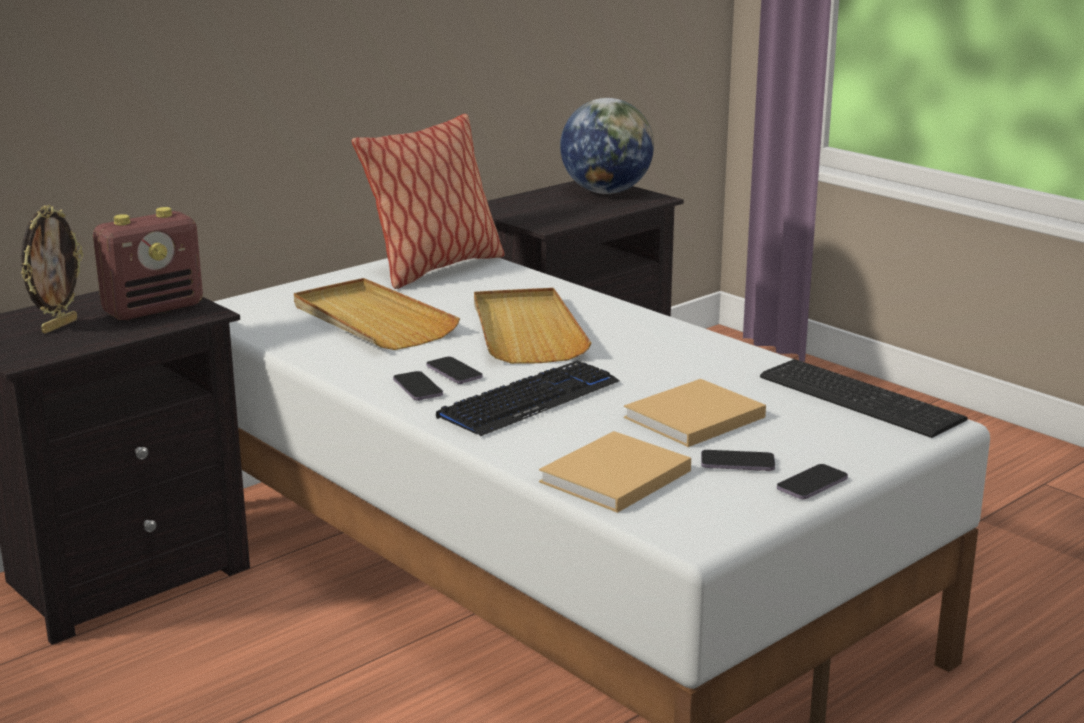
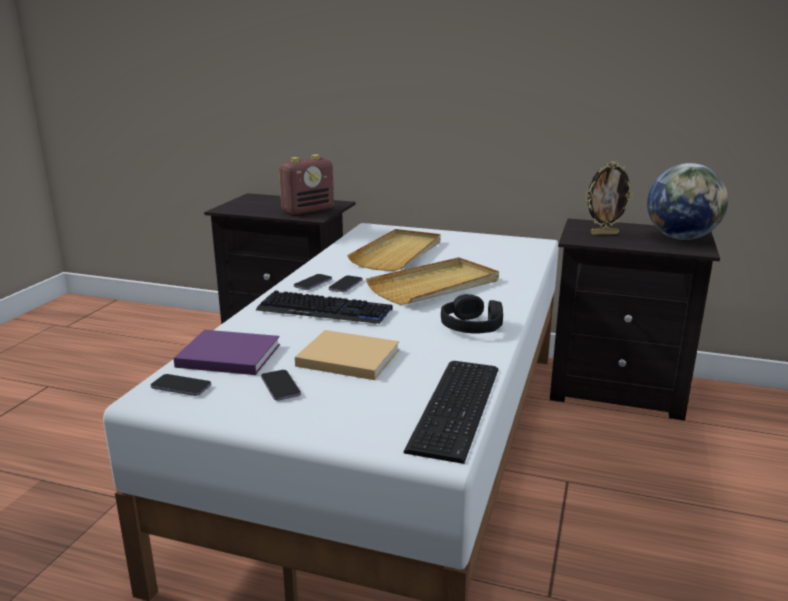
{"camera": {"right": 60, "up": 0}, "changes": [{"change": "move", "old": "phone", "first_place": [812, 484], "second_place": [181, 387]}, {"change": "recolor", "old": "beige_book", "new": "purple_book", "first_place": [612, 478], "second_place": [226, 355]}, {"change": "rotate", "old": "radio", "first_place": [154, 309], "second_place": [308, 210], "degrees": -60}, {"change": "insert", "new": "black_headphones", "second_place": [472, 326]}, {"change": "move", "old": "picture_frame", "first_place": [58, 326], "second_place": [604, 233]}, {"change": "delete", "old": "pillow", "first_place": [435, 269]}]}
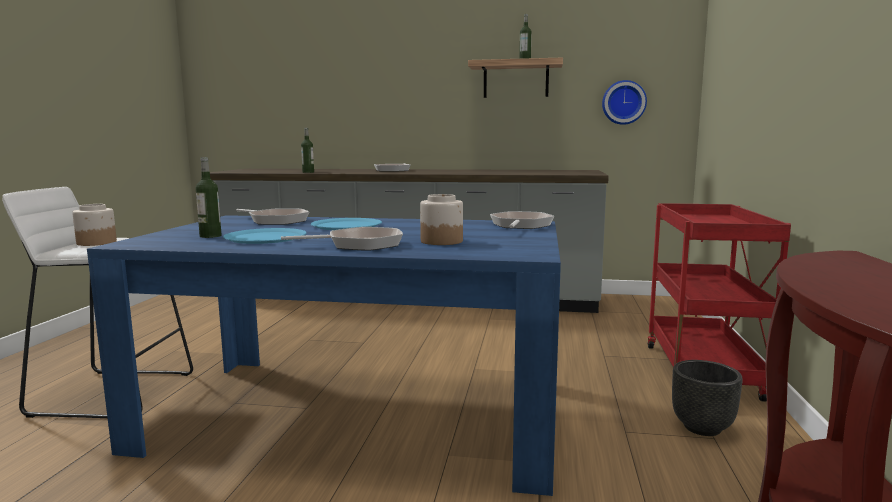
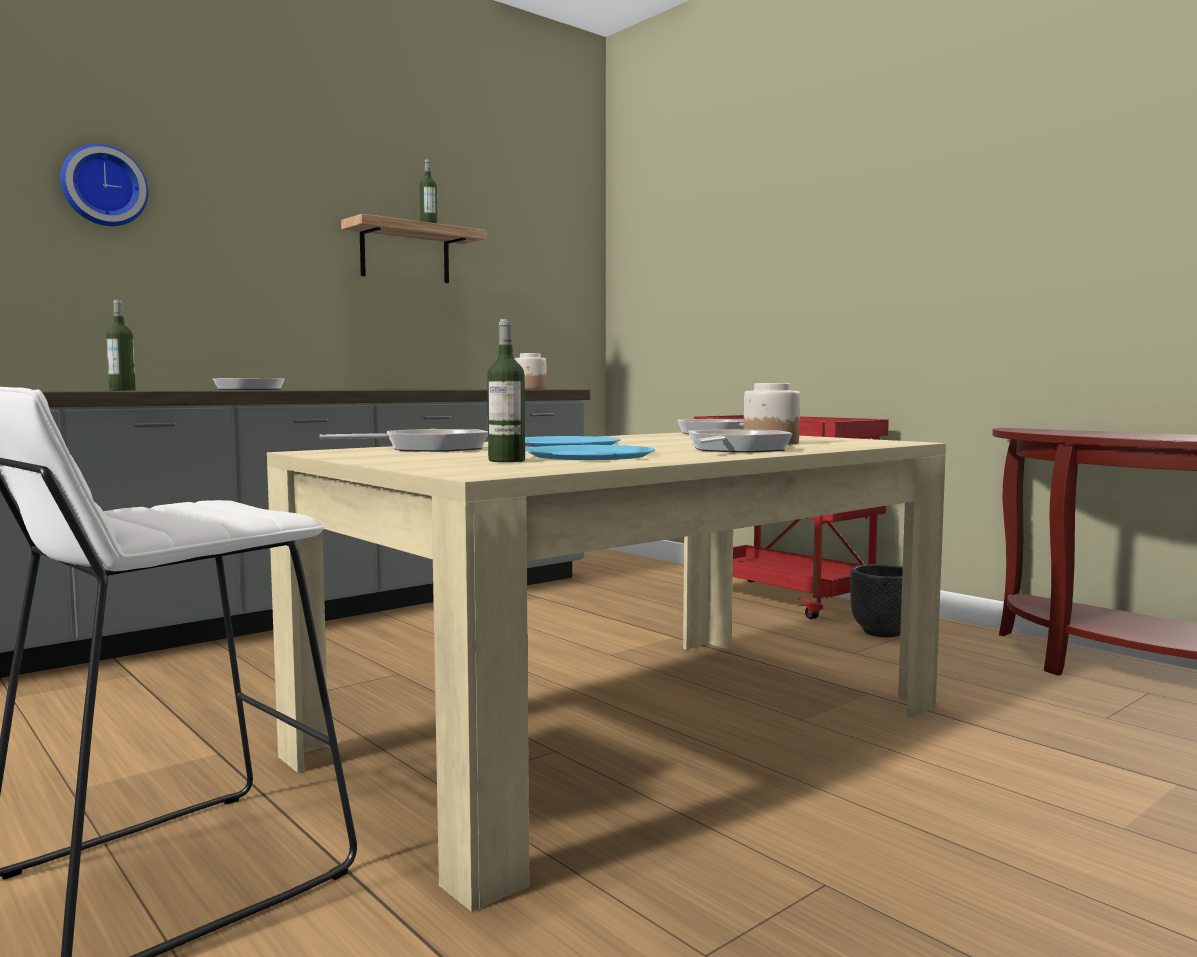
{"camera": {"right": -50, "up": -5}, "changes": [{"change": "move", "old": "wall_clock", "first_place": [623, 102], "second_place": [103, 186]}, {"change": "recolor", "old": "blue_dining_table", "new": "beige_dining_table", "first_place": [357, 414], "second_place": [630, 731]}, {"change": "move", "old": "jar", "first_place": [96, 243], "second_place": [530, 388]}]}
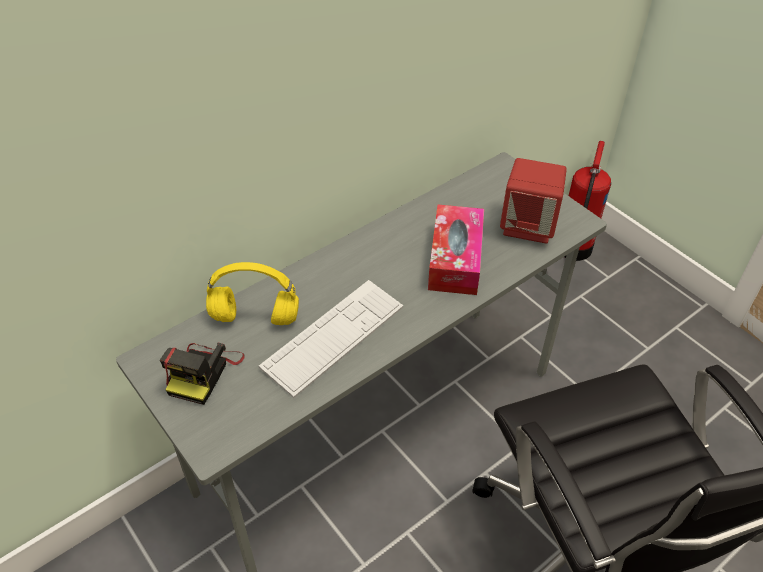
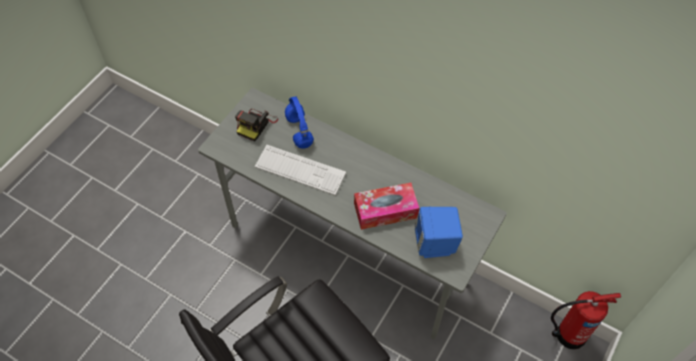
{"camera": {"right": 70, "up": 10}, "changes": [{"change": "rotate", "old": "photo_camera", "first_place": [204, 372], "second_place": [256, 125], "degrees": -60}, {"change": "recolor", "old": "yellow_headphones", "new": "blue_headphones", "first_place": [253, 318], "second_place": [298, 131]}, {"change": "recolor", "old": "red_speaker", "new": "blue_speaker", "first_place": [528, 226], "second_place": [435, 243]}]}
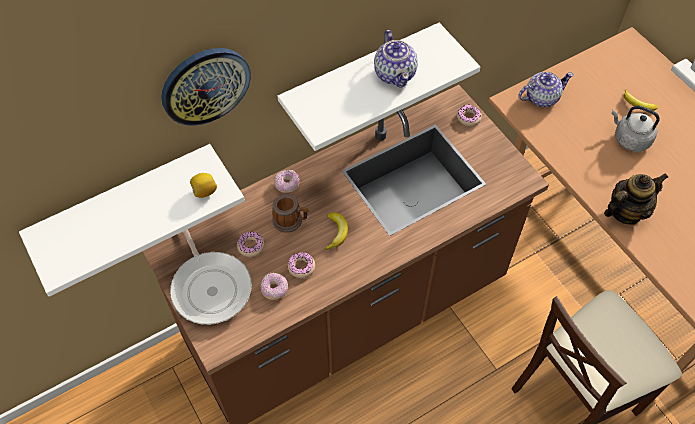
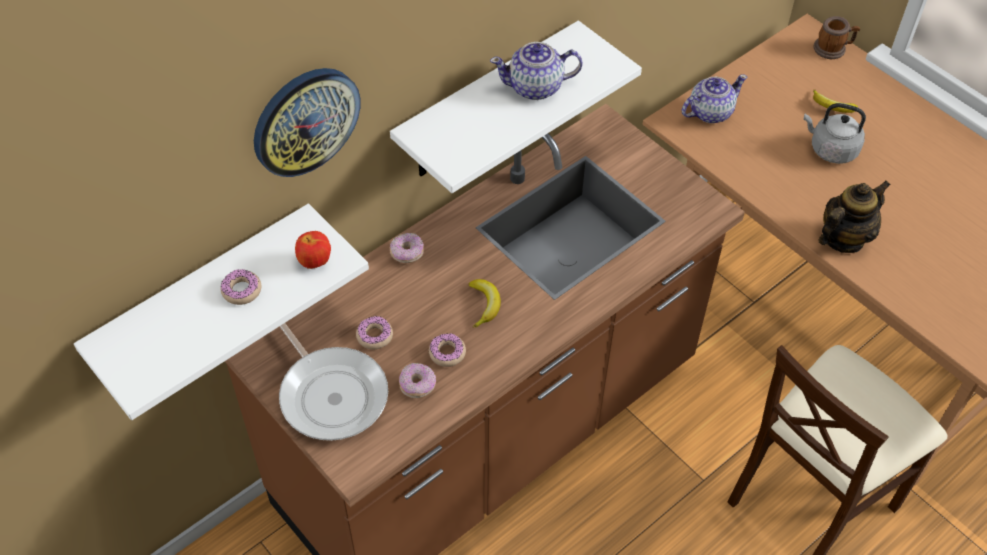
{"camera": {"right": -10, "up": -5}, "changes": [{"change": "move", "old": "donut", "first_place": [468, 118], "second_place": [241, 290]}, {"change": "replace", "old": "lemon", "new": "apple", "first_place": [204, 191], "second_place": [315, 262]}, {"change": "rotate", "old": "teapot", "first_place": [395, 73], "second_place": [536, 87], "degrees": 105}, {"change": "move", "old": "mug", "first_place": [291, 220], "second_place": [833, 49]}]}
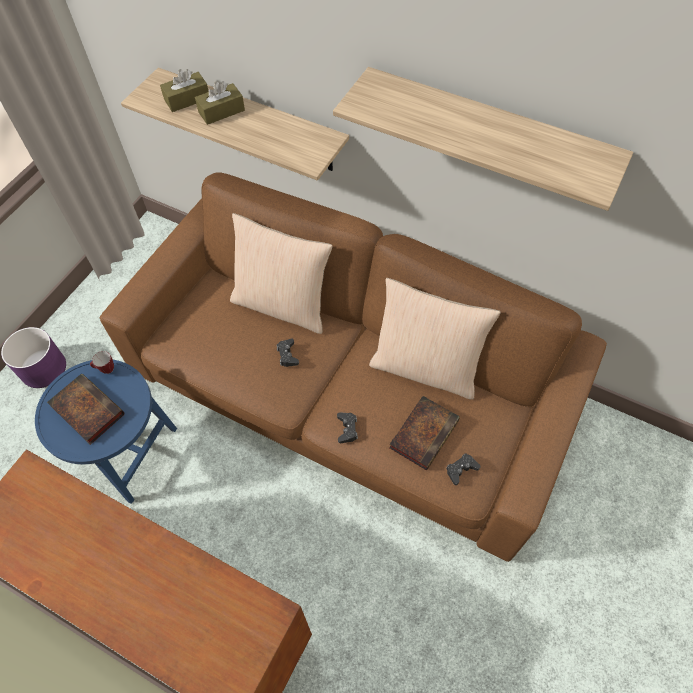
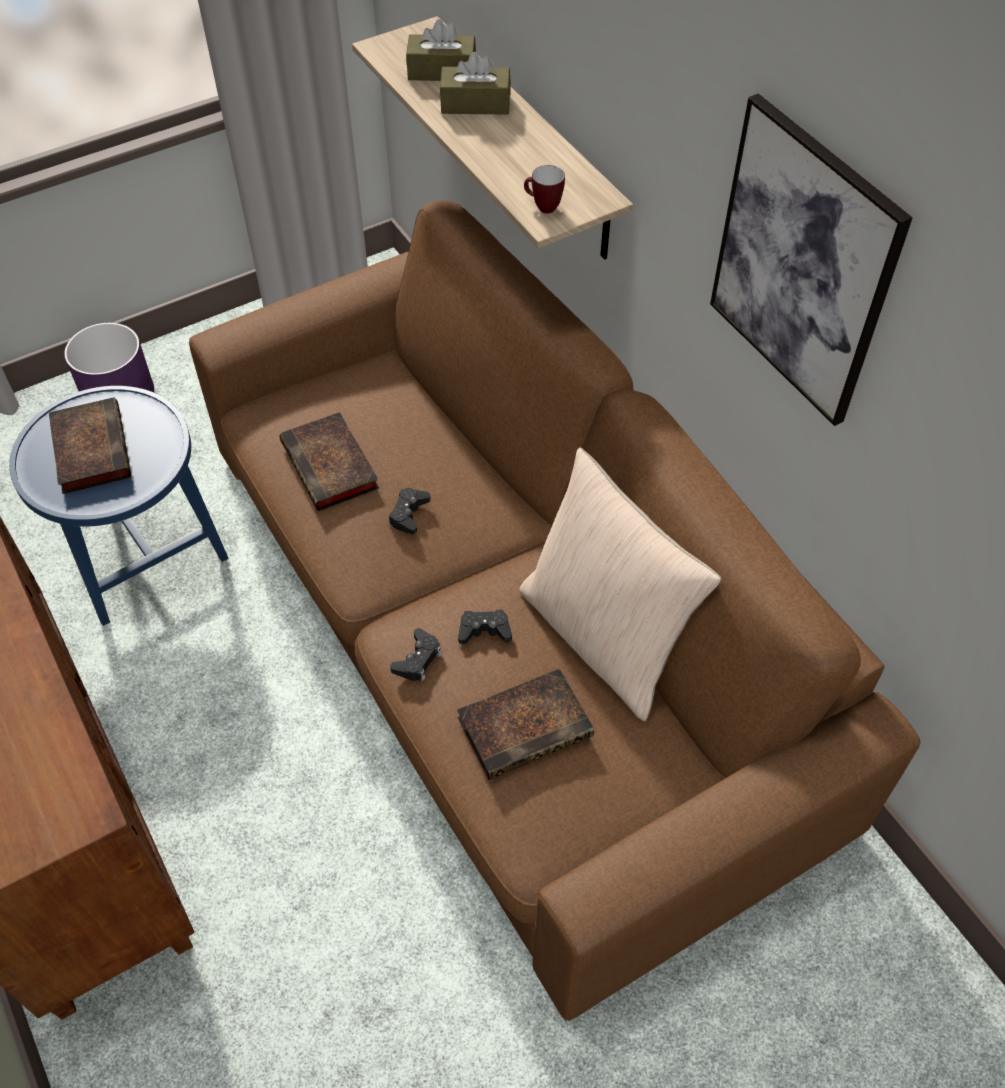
{"camera": {"right": 30, "up": -5}, "changes": [{"change": "insert", "new": "book", "second_place": [331, 467]}, {"change": "move", "old": "black_game_controller", "first_place": [461, 470], "second_place": [484, 630]}, {"change": "move", "old": "mug", "first_place": [105, 370], "second_place": [542, 207]}, {"change": "replace", "old": "shelf", "new": "picture", "first_place": [488, 133], "second_place": [803, 264]}, {"change": "delete", "old": "beige_pillow", "first_place": [282, 304]}]}
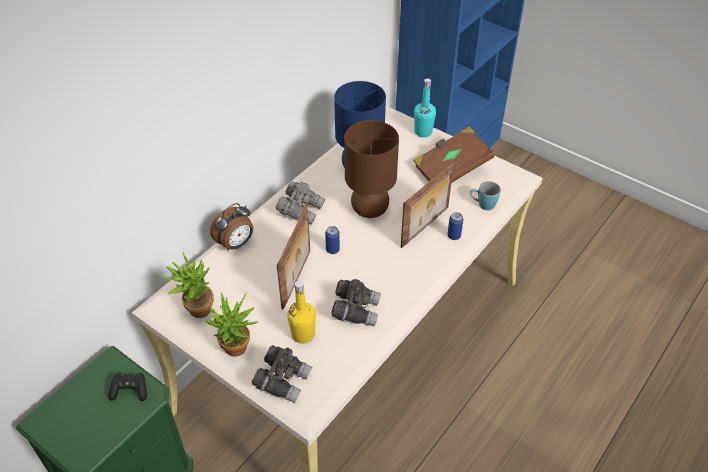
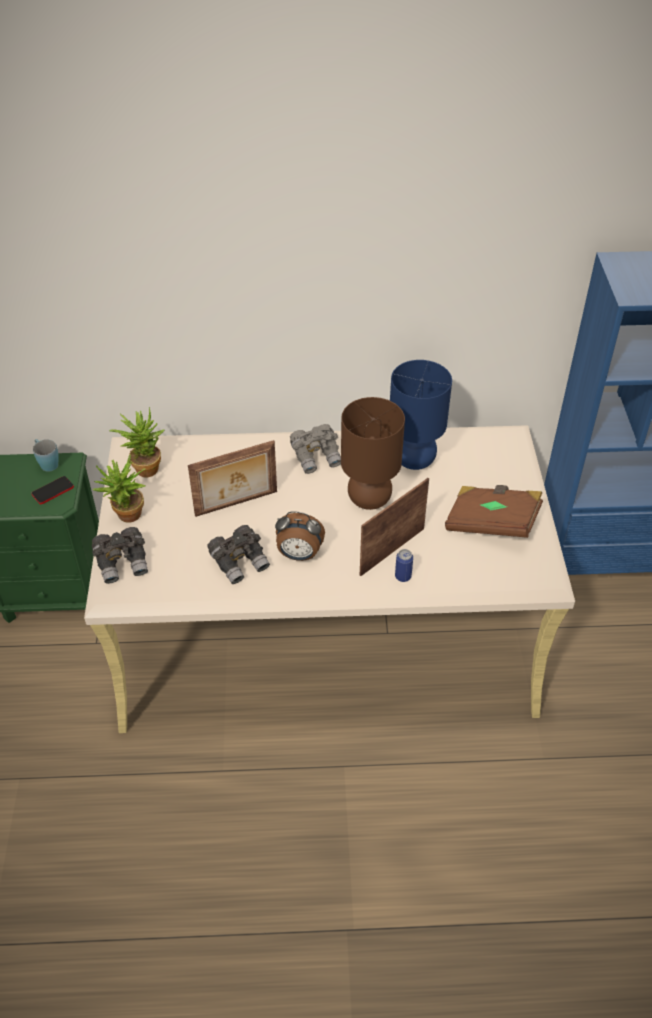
{"camera": {"right": 50, "up": 0}, "changes": [{"change": "replace", "old": "black_game_controller", "new": "phone", "first_place": [130, 390], "second_place": [53, 491]}, {"change": "move", "old": "blue_mug", "first_place": [482, 205], "second_place": [47, 463]}, {"change": "move", "old": "alarm_clock", "first_place": [236, 244], "second_place": [299, 555]}, {"change": "rotate", "old": "picture_frame", "first_place": [426, 227], "second_place": [391, 550], "degrees": 135}, {"change": "delete", "old": "yellow_bottle", "first_place": [303, 335]}, {"change": "delete", "old": "can", "first_place": [332, 250]}, {"change": "delete", "old": "turquoise_bottle", "first_place": [423, 132]}]}
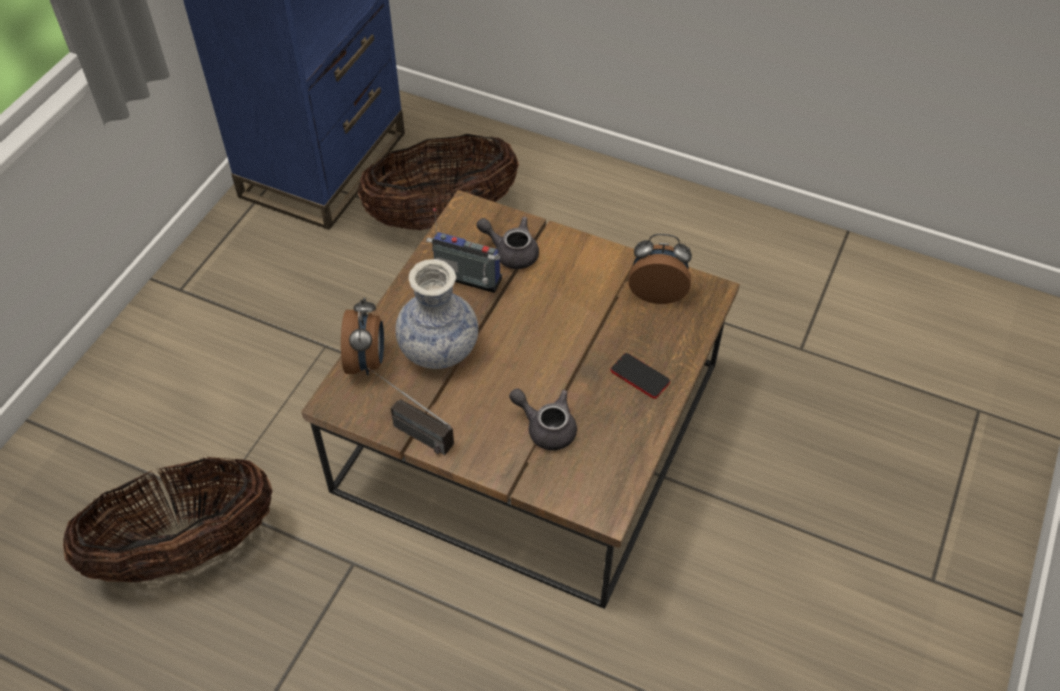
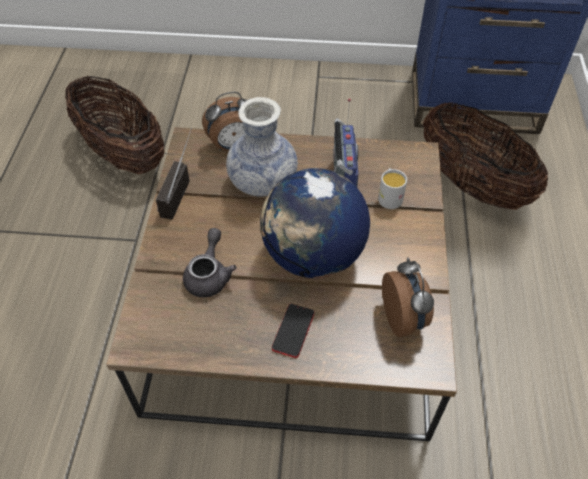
{"camera": {"right": 70, "up": 0}, "changes": [{"change": "insert", "new": "globe", "second_place": [313, 256]}, {"change": "replace", "old": "grey_teapot", "new": "white_mug", "first_place": [511, 252], "second_place": [389, 196]}]}
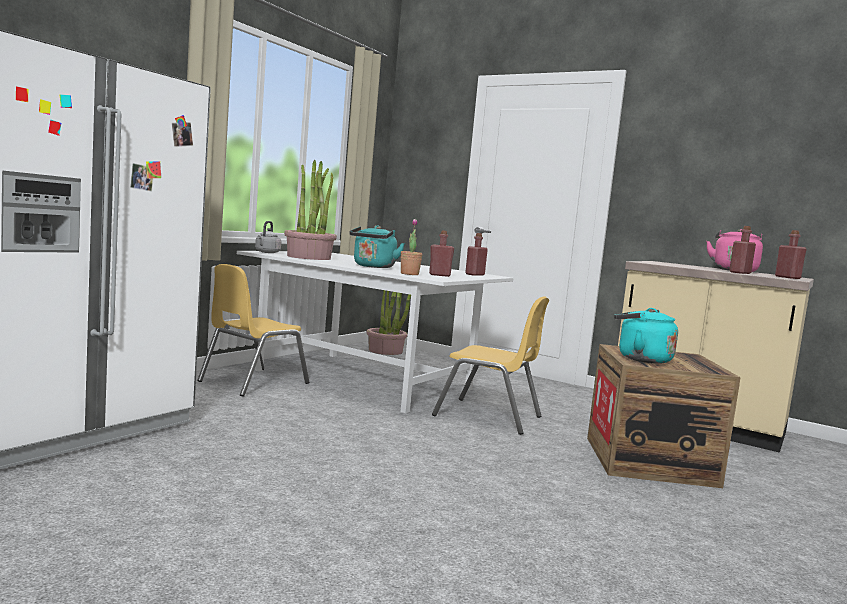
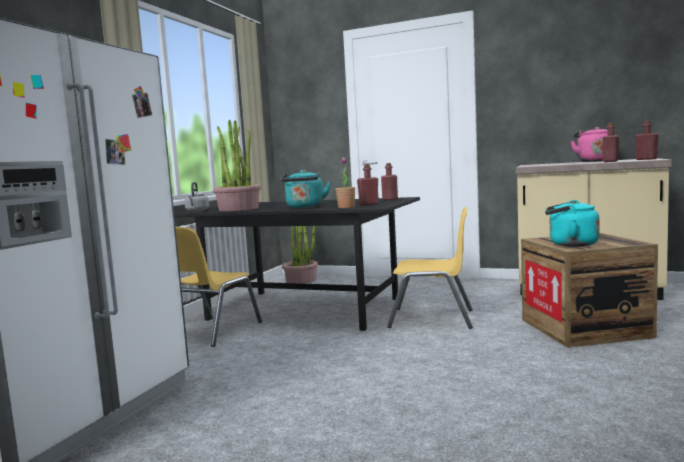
{"camera": {"right": -10, "up": 0}, "changes": [{"change": "recolor", "old": "white_dining_table", "new": "black_dining_table", "first_place": [365, 380], "second_place": [306, 308]}]}
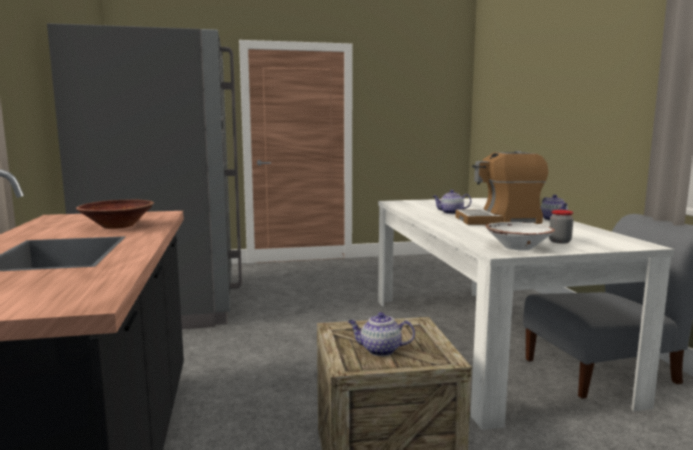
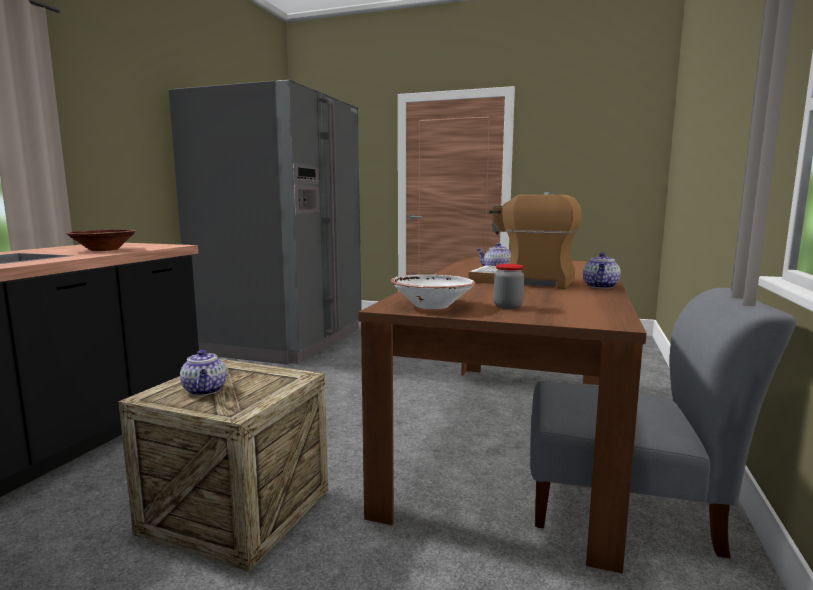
{"camera": {"right": 30, "up": 0}, "changes": [{"change": "rotate", "old": "teapot", "first_place": [380, 350], "second_place": [205, 391], "degrees": -150}, {"change": "recolor", "old": "white_dining_table", "new": "brown_dining_table", "first_place": [483, 342], "second_place": [514, 434]}]}
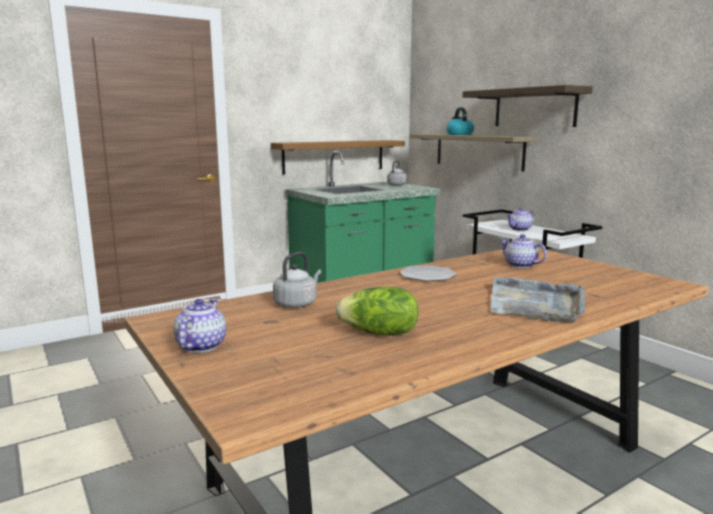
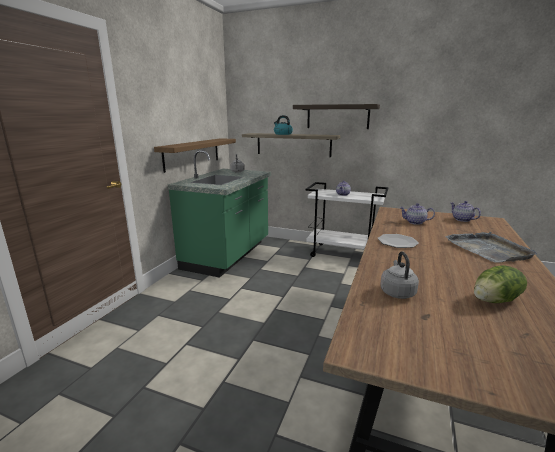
{"camera": {"right": -35, "up": 5}, "changes": [{"change": "move", "old": "teapot", "first_place": [200, 346], "second_place": [462, 219]}]}
